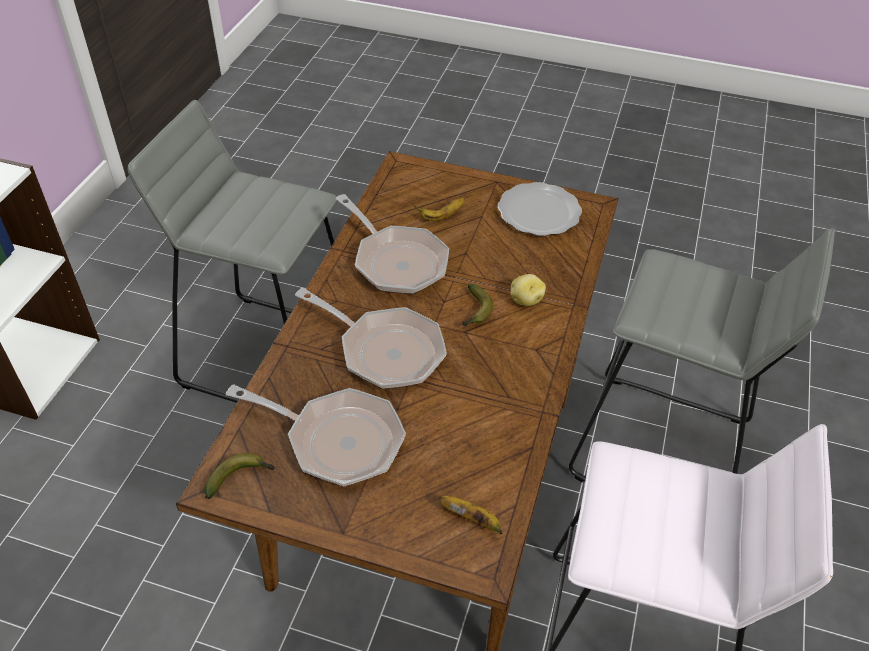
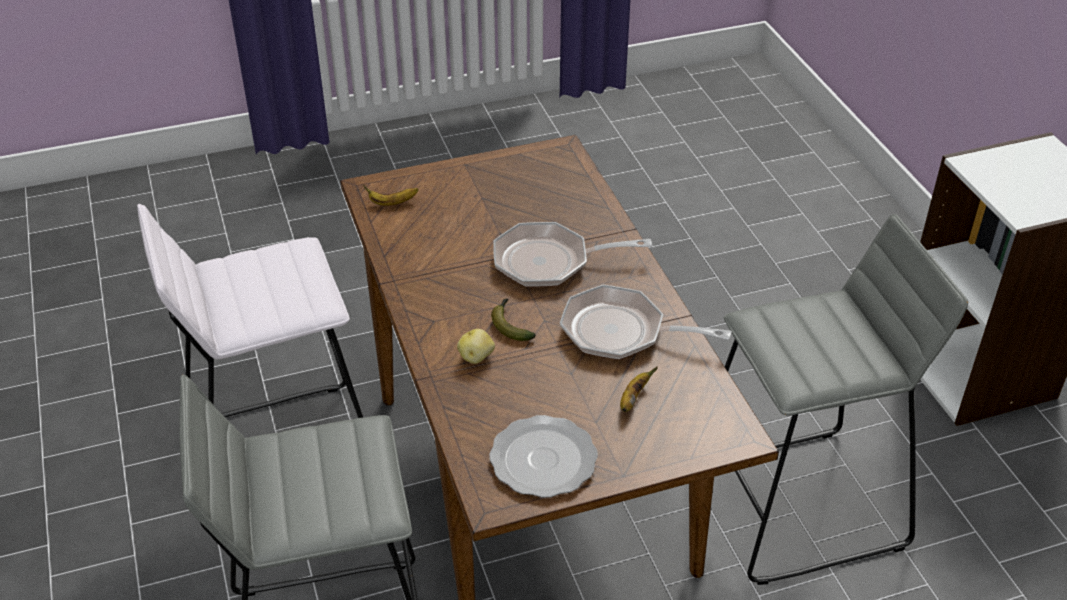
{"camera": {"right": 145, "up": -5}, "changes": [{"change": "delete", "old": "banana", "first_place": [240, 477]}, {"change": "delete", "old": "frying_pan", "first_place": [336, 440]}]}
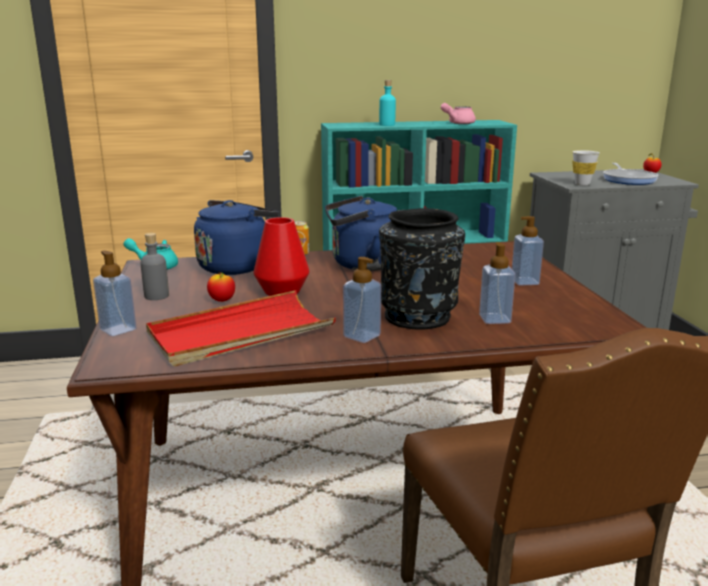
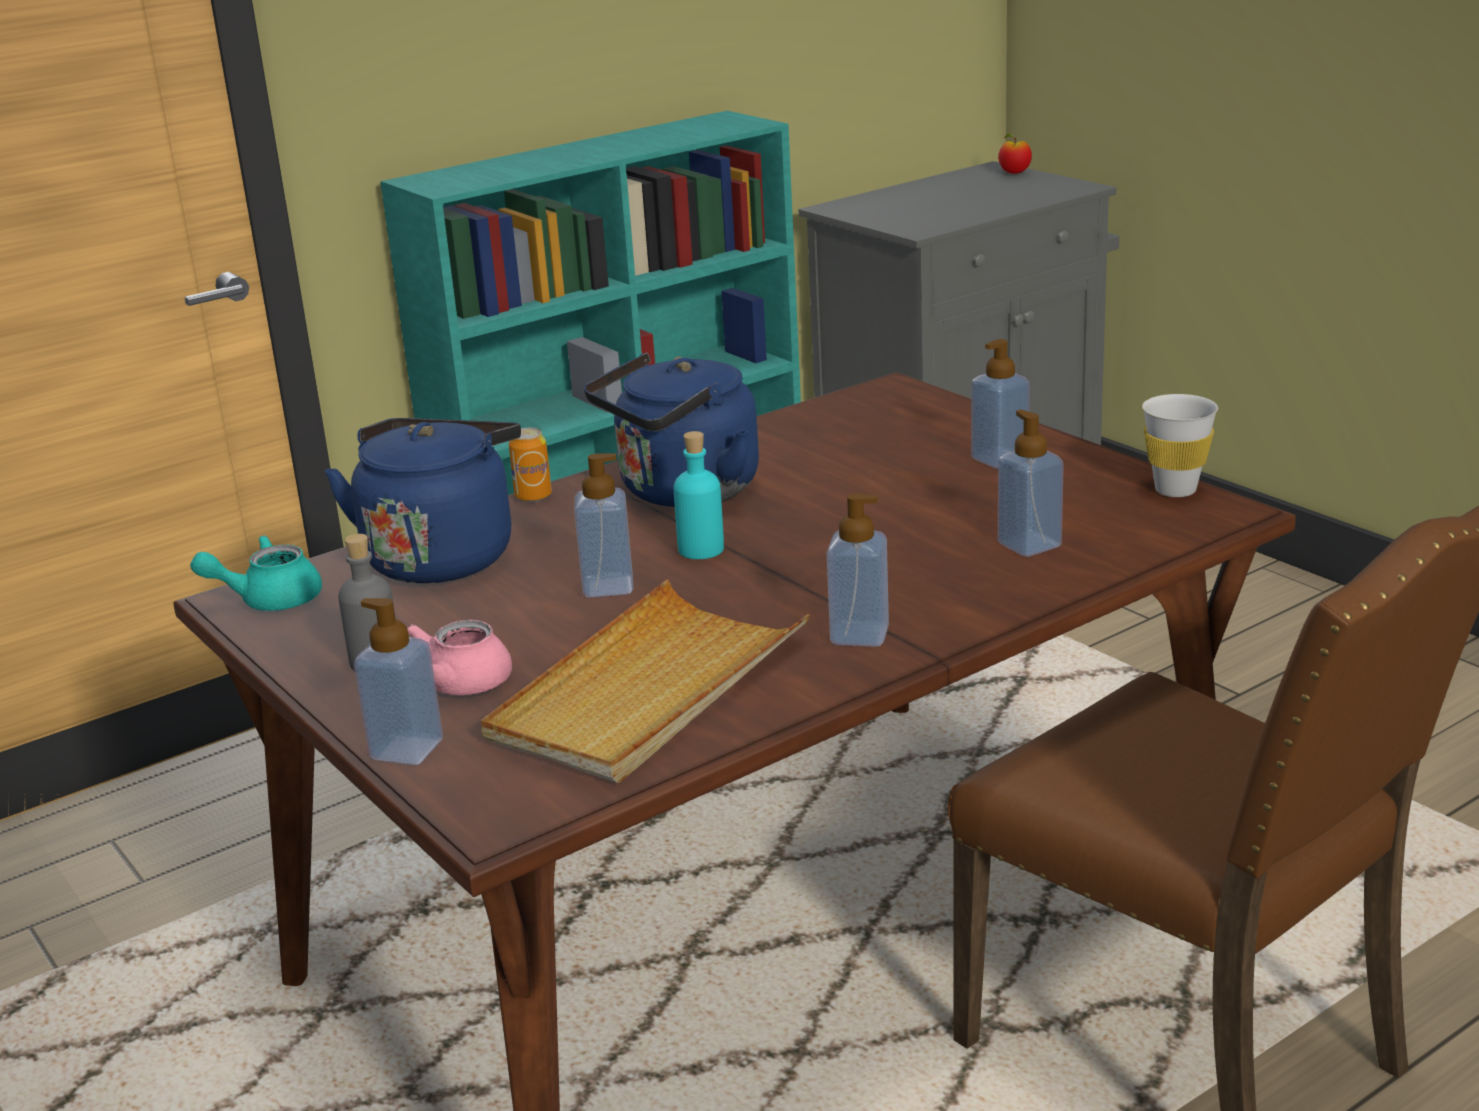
{"camera": {"right": -25, "up": 5}, "changes": [{"change": "move", "old": "pink_teapot", "first_place": [457, 123], "second_place": [457, 686]}, {"change": "recolor", "old": "red_tray", "new": "beige_tray", "first_place": [240, 333], "second_place": [648, 690]}, {"change": "replace", "old": "red_vase", "new": "soap_dispenser", "first_place": [282, 291], "second_place": [608, 586]}, {"change": "move", "old": "turquoise_bottle", "first_place": [387, 125], "second_place": [701, 549]}, {"change": "move", "old": "white_cup", "first_place": [582, 184], "second_place": [1175, 490]}, {"change": "delete", "old": "apple", "first_place": [222, 300]}, {"change": "delete", "old": "black_vase", "first_place": [419, 316]}, {"change": "delete", "old": "frying_pan", "first_place": [628, 179]}]}
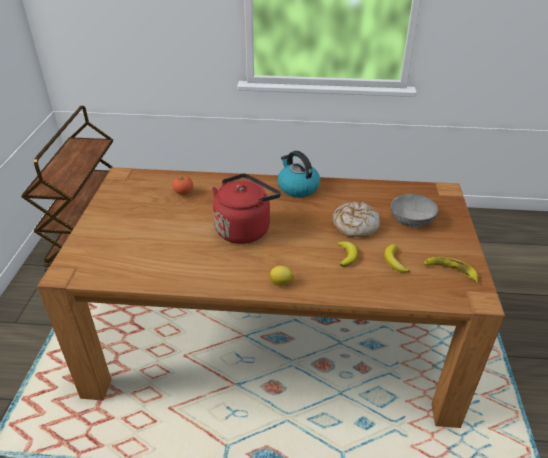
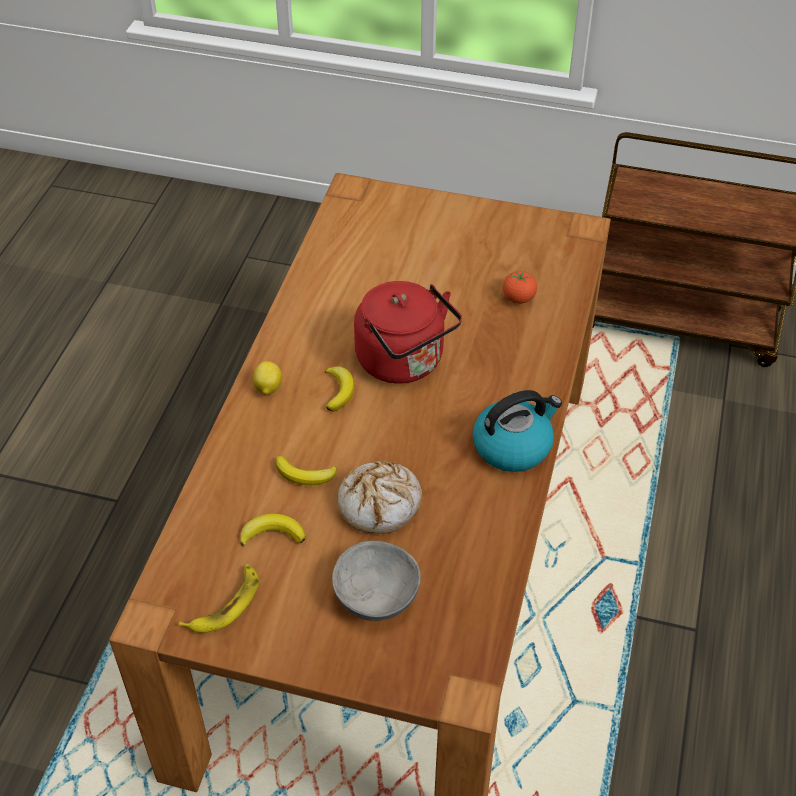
{"camera": {"right": 100, "up": 10}, "changes": [{"change": "insert", "new": "banana", "second_place": [339, 390]}]}
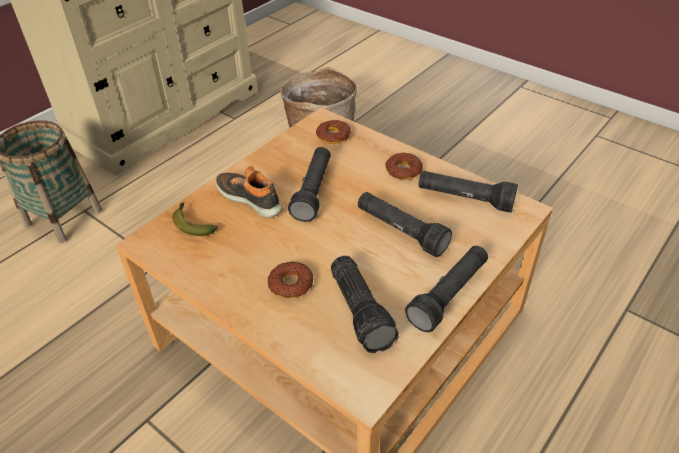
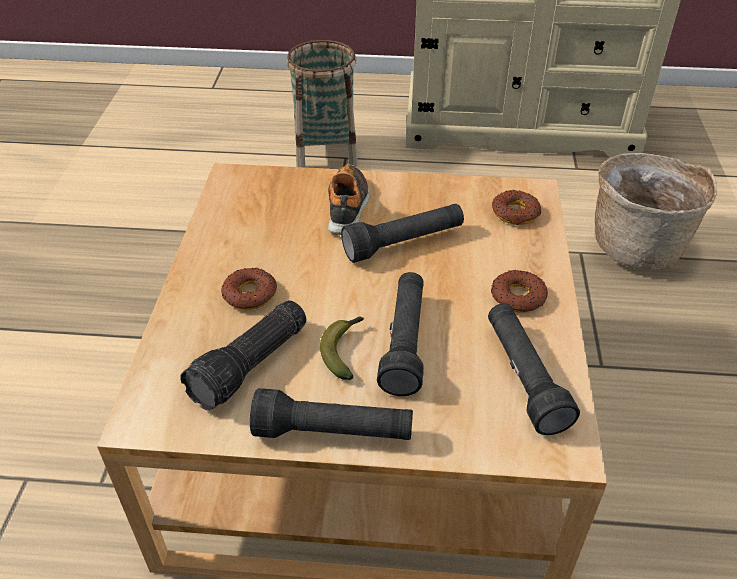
{"camera": {"right": 55, "up": 0}, "changes": [{"change": "move", "old": "banana", "first_place": [192, 224], "second_place": [344, 350]}]}
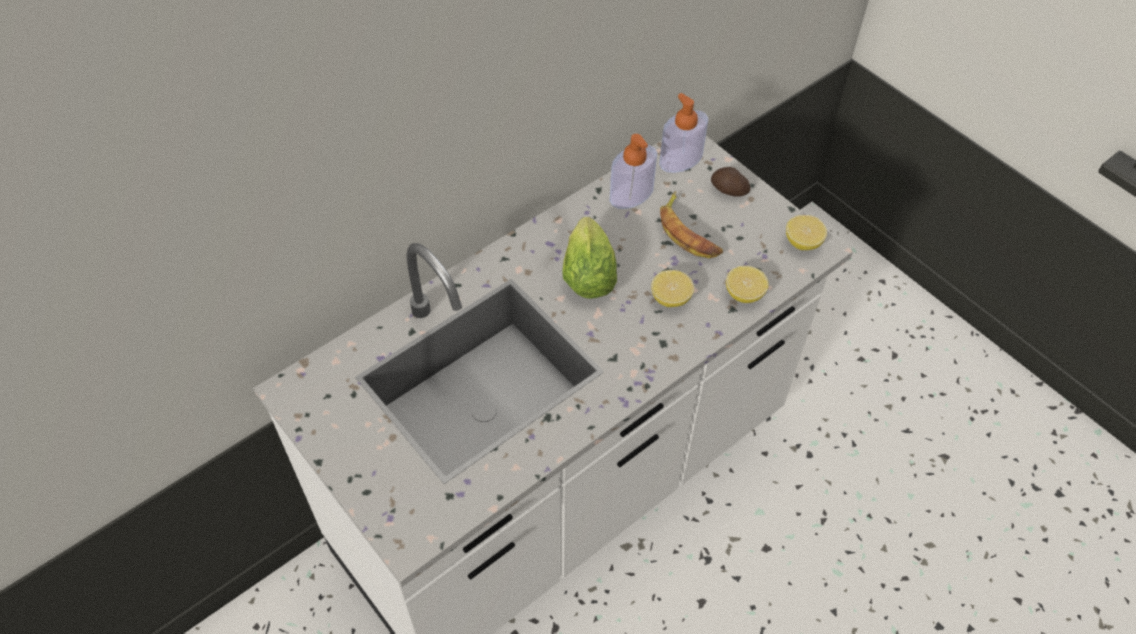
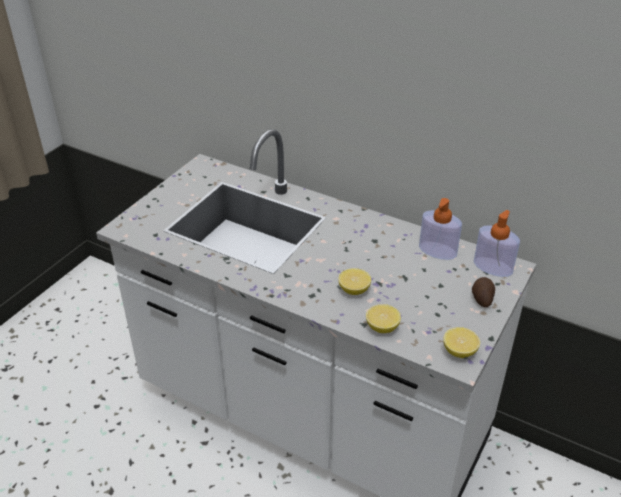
{"camera": {"right": 70, "up": -15}, "changes": [{"change": "delete", "old": "lettuce", "first_place": [588, 272]}, {"change": "delete", "old": "banana", "first_place": [688, 232]}]}
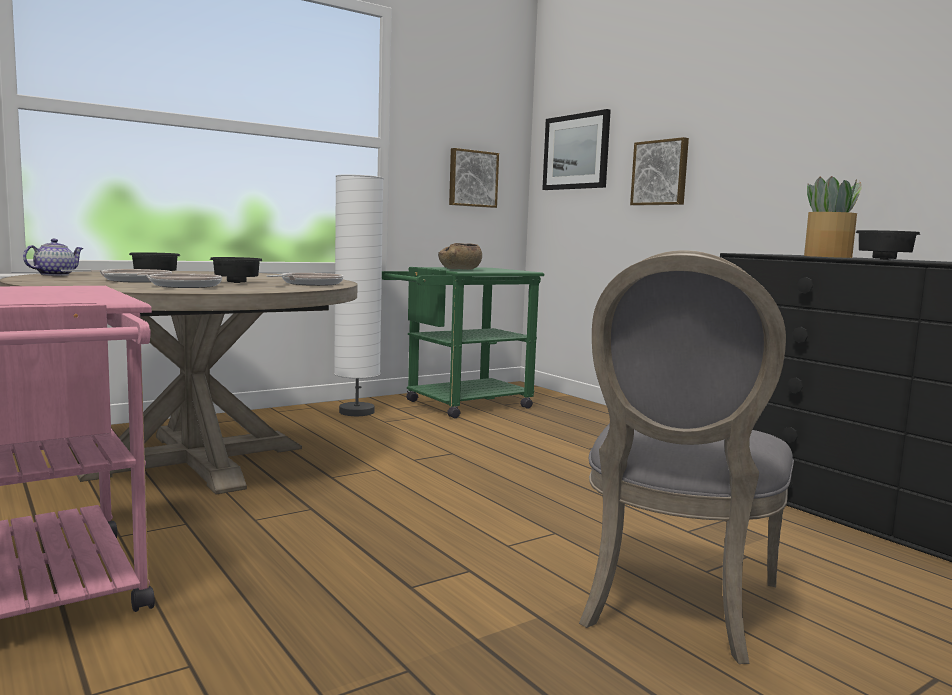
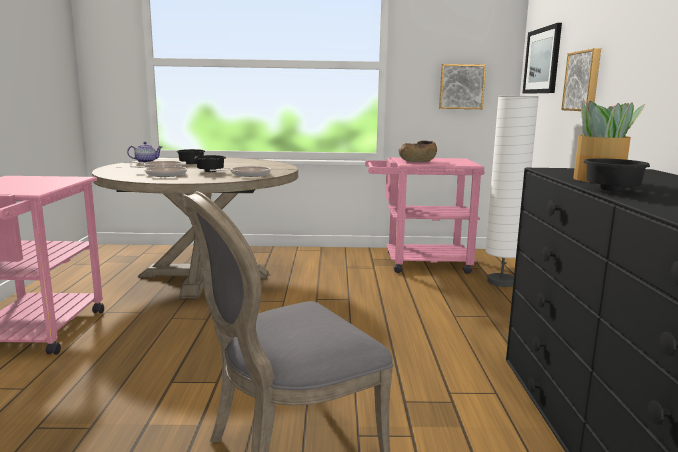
{"camera": {"right": 35, "up": 5}, "changes": [{"change": "recolor", "old": "green_cart", "new": "pink_cart", "first_place": [459, 405], "second_place": [418, 263]}, {"change": "move", "old": "white_floor_lamp", "first_place": [356, 412], "second_place": [501, 282]}]}
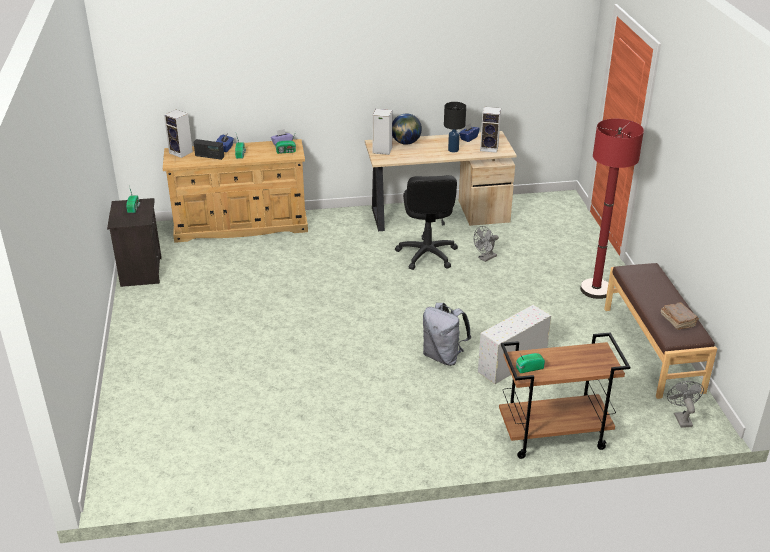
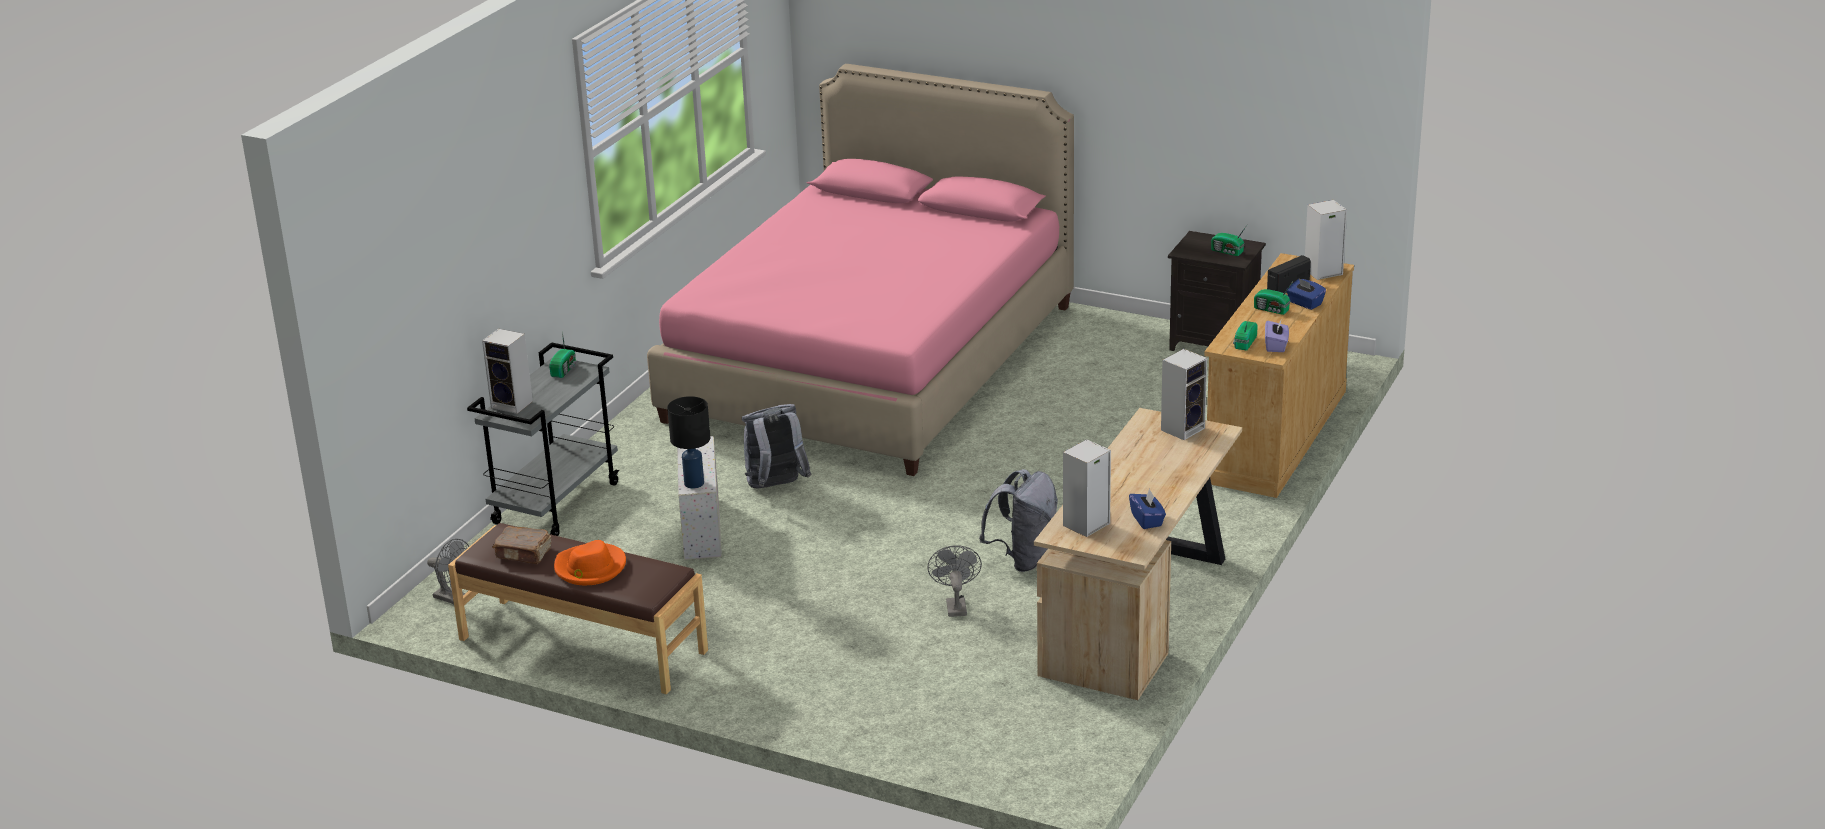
{"camera": {"right": 125, "up": -5}, "changes": [{"change": "recolor", "old": "brown_cart", "new": "grey_cart", "first_place": [552, 436], "second_place": [556, 502]}, {"change": "insert", "new": "speaker", "second_place": [513, 404]}, {"change": "insert", "new": "orange_hat", "second_place": [590, 568]}, {"change": "insert", "new": "pink_bed", "second_place": [872, 362]}, {"change": "move", "old": "black_table_lamp", "first_place": [453, 150], "second_place": [694, 483]}, {"change": "replace", "old": "black_office_chair", "new": "grey_backpack", "first_place": [426, 254], "second_place": [1024, 558]}, {"change": "delete", "old": "globe", "first_place": [406, 143]}, {"change": "delete", "old": "red_floor_lamp", "first_place": [596, 290]}]}
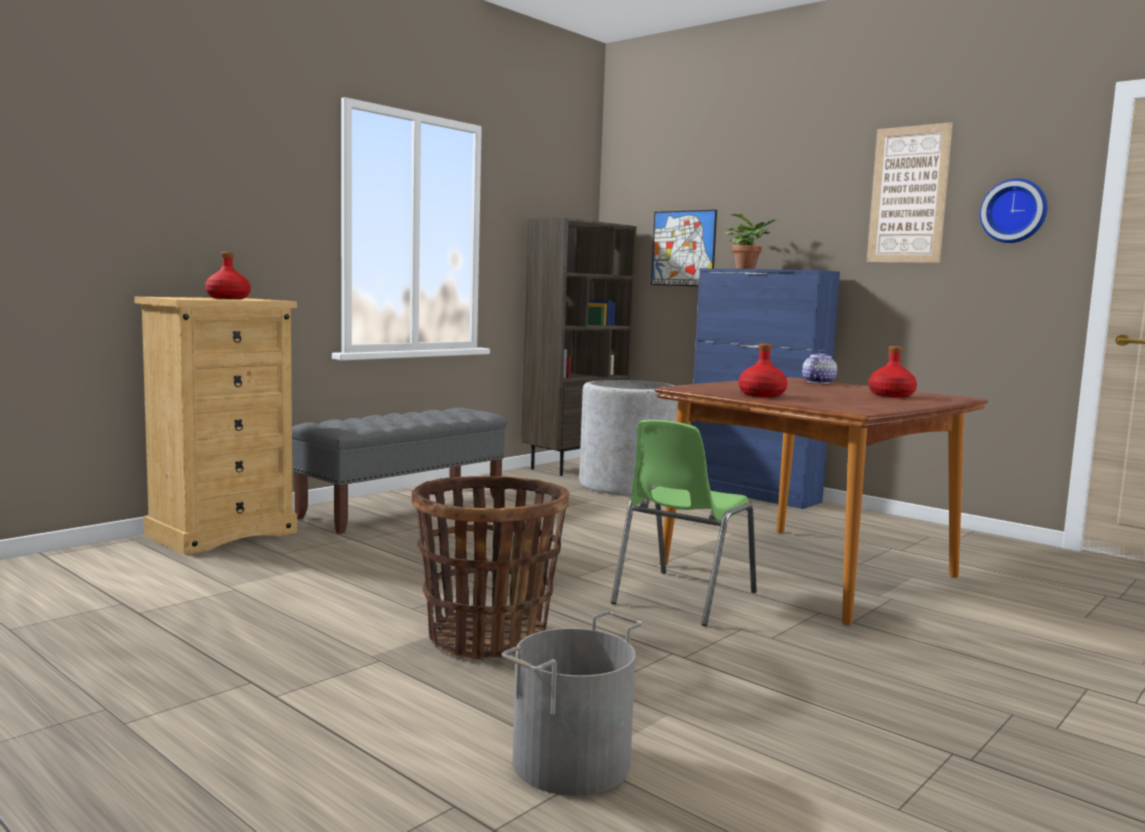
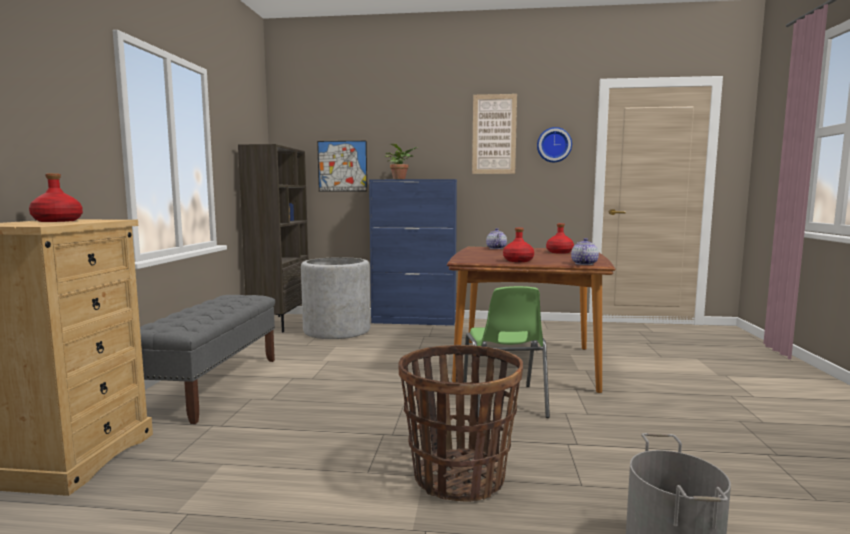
{"camera": {"right": -35, "up": 0}, "changes": [{"change": "insert", "new": "teapot", "second_place": [583, 264]}]}
